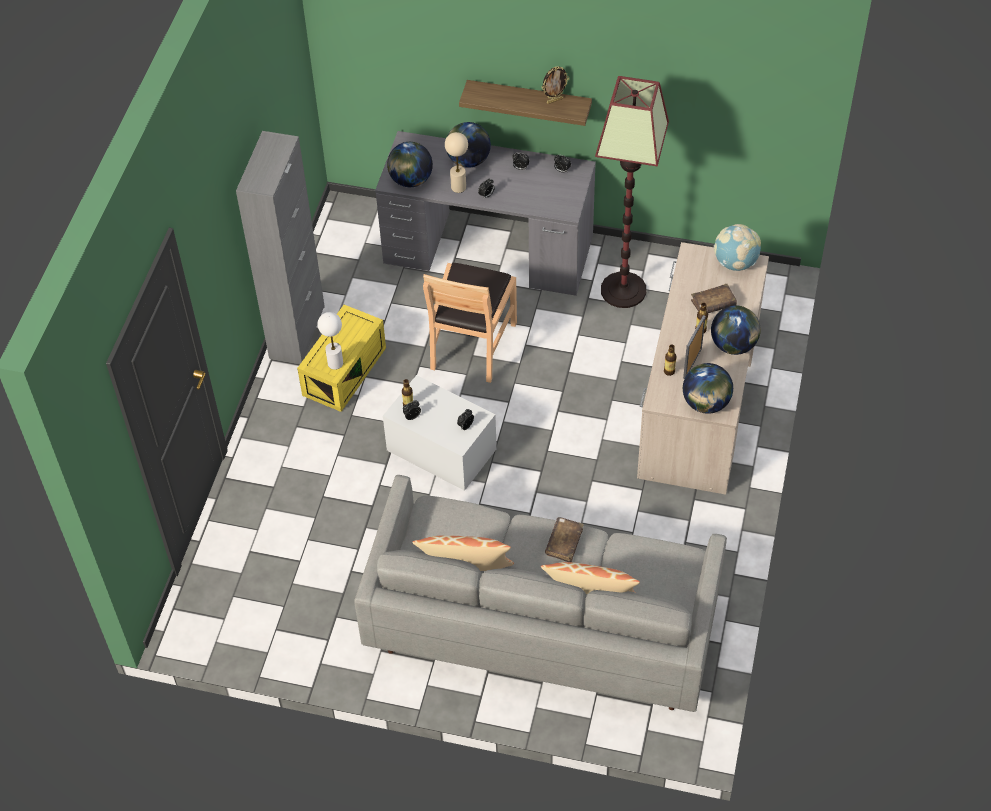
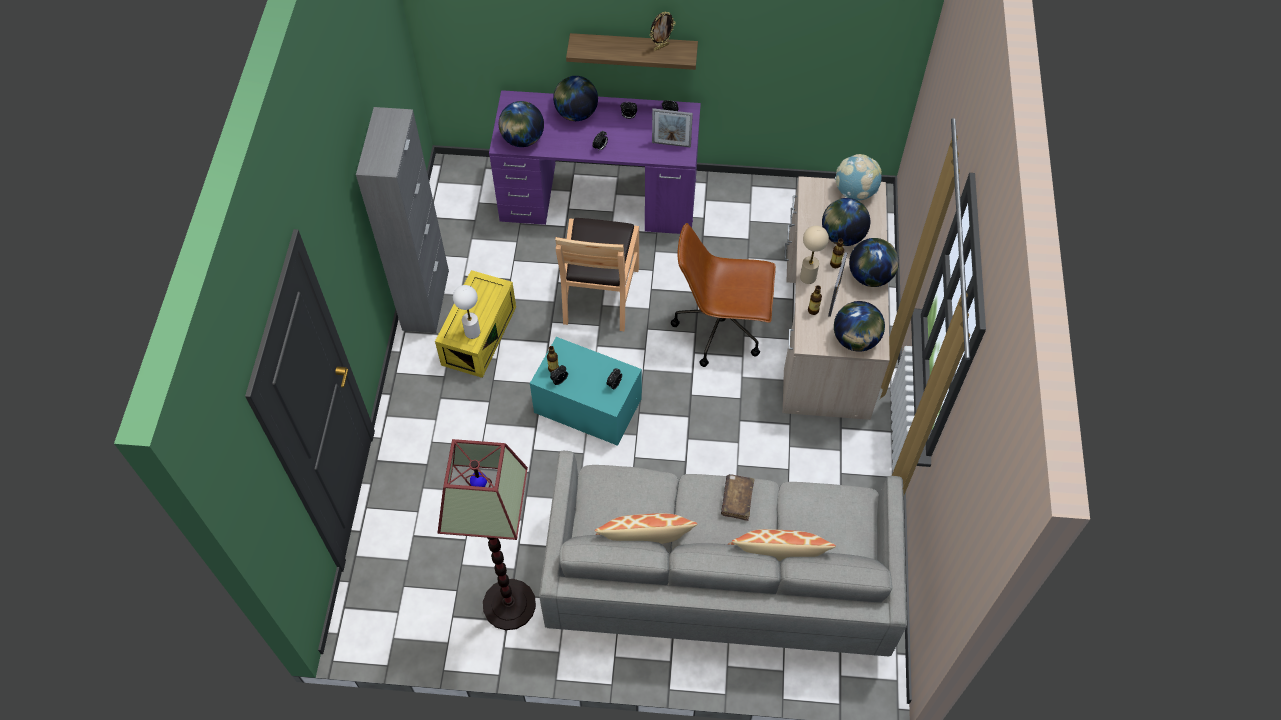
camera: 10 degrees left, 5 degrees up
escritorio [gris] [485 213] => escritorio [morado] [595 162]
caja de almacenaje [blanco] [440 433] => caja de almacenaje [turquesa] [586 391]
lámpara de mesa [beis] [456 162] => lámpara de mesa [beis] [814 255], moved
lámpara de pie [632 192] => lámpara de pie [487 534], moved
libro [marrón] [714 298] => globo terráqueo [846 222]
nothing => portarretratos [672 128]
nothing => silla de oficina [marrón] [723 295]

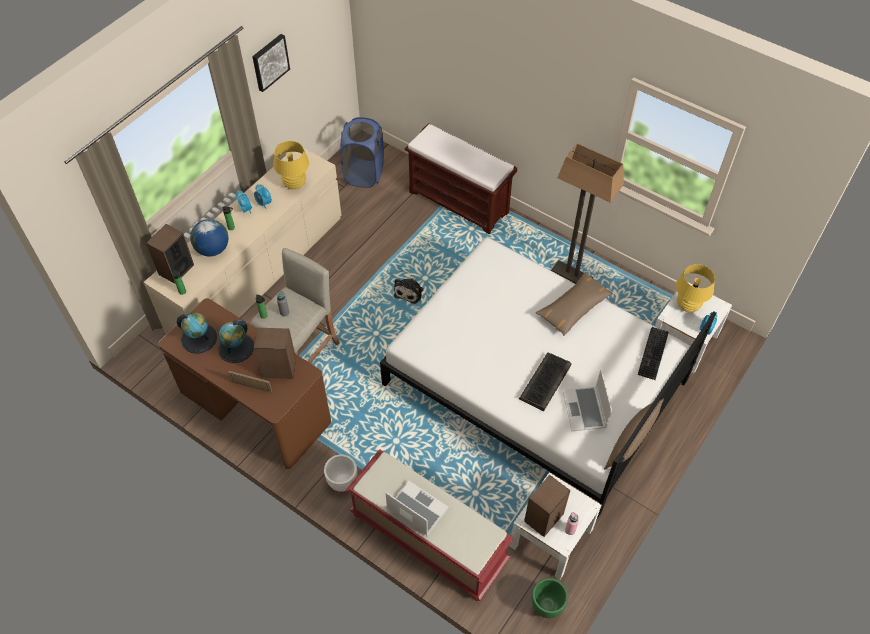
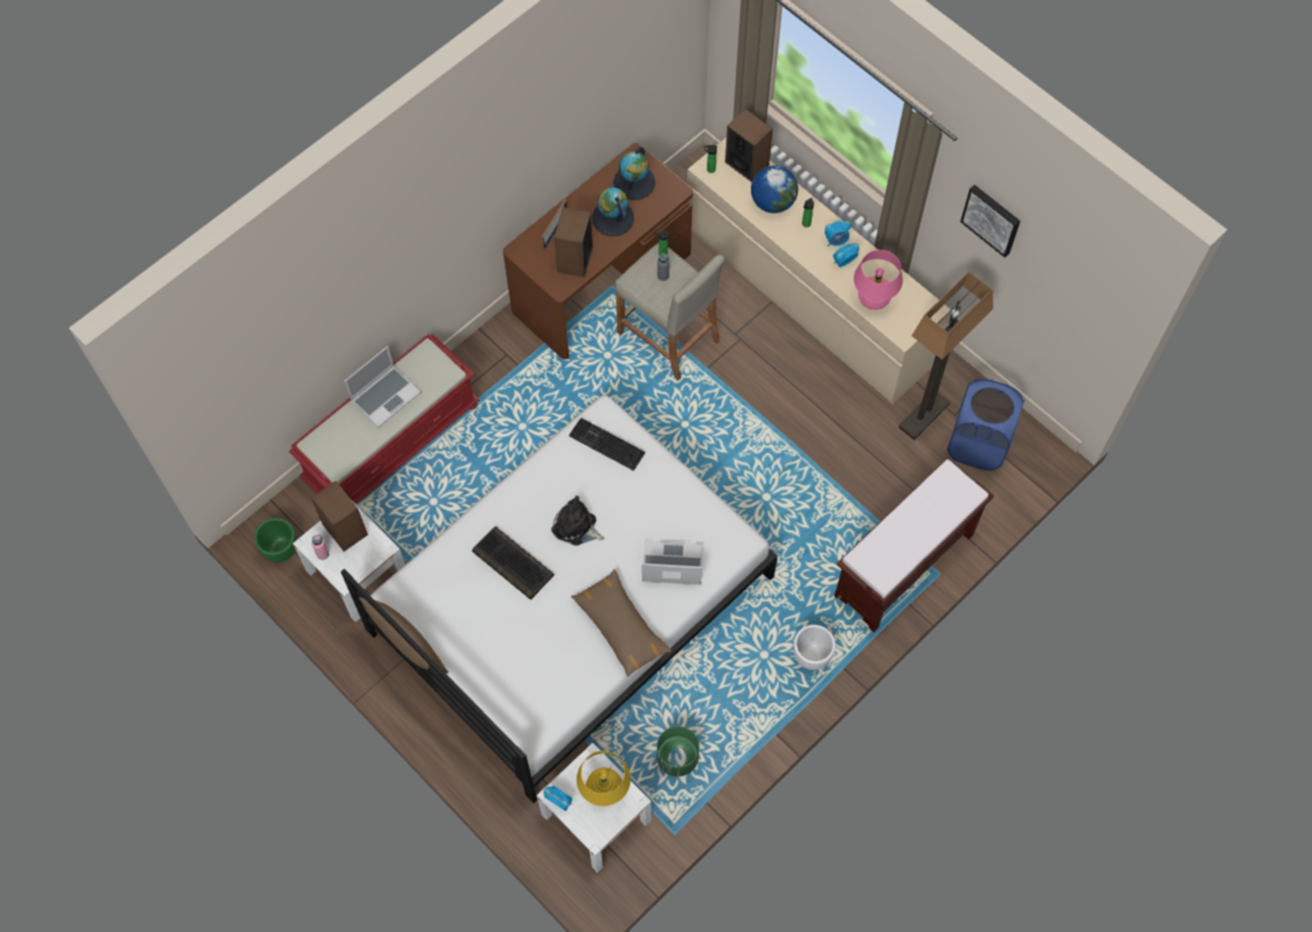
camera: 100 degrees right, 10 degrees up
lámpara de mesa [amarillo] [291 165] => lámpara de mesa [rosa] [878 280]
maceta [blanco] [340 473] => maceta [blanco] [814 647], moved
peluche [408 290] => peluche [578 521], moved
lámpara de pie [587 213] => lámpara de pie [945 356], moved
portátil [587 400] => portátil [672 562], moved
teclado [653 353] => teclado [607 444], moved
nothing => maceta [verde] [678 751]

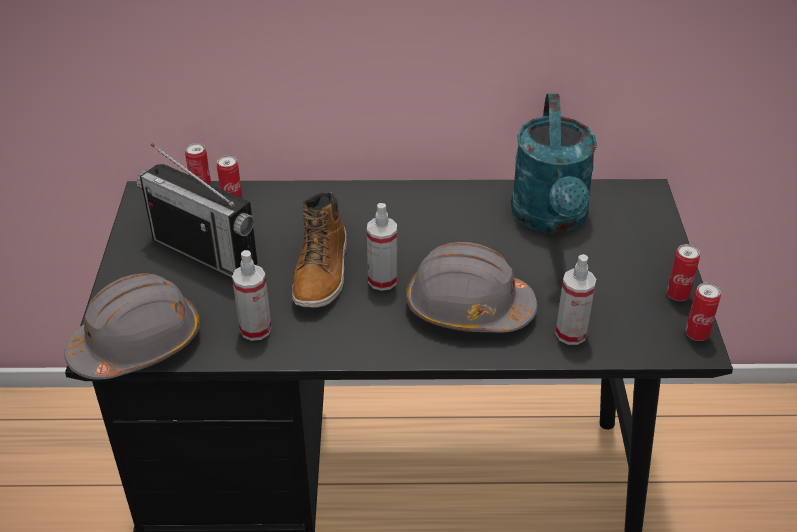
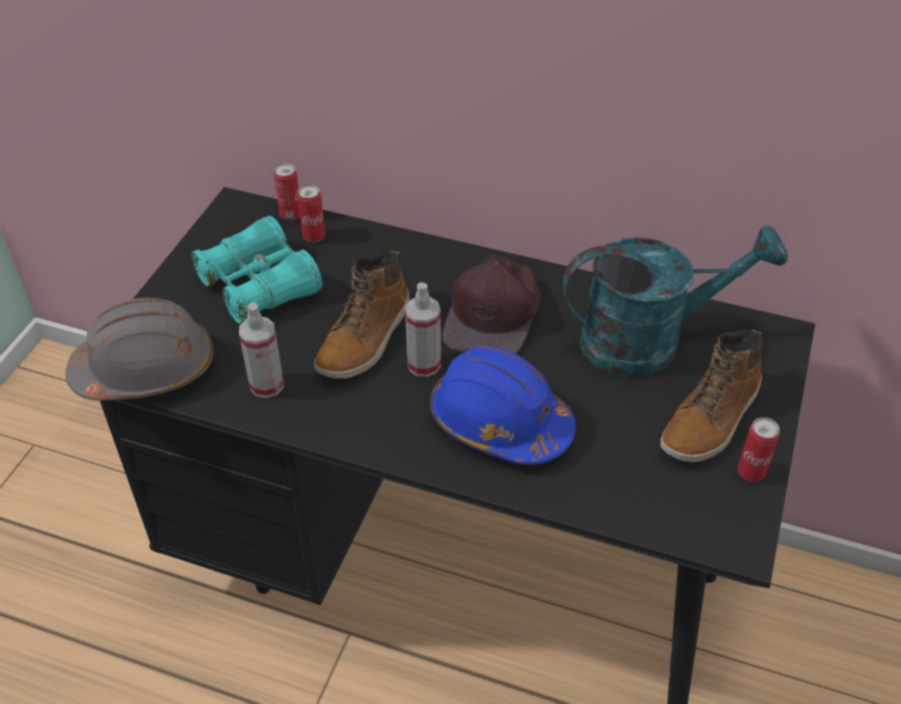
camera: 20 degrees right, 5 degrees up
radio [197 211] => prismáticos [turquesa] [256 270]
casco [gris] [472 287] => casco [azul] [503 405]
regadera [turquesa] [554 164] => regadera [turquesa] [675 301], 120 degrees counterclockwise
pulverizador [575 299] => nothing
lata [703 311] => nothing
nothing => gorra [marrón] [491 304]
nothing => bota [711 396]

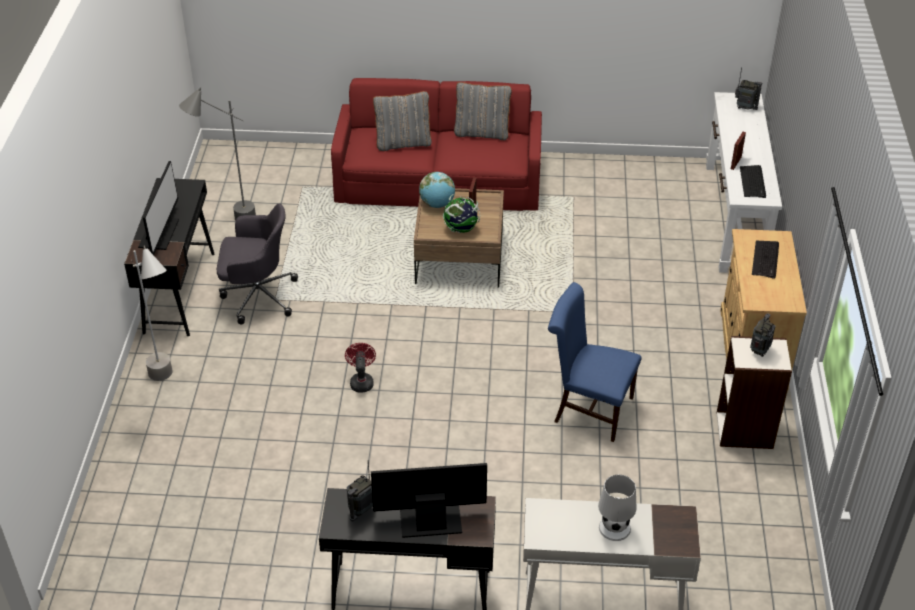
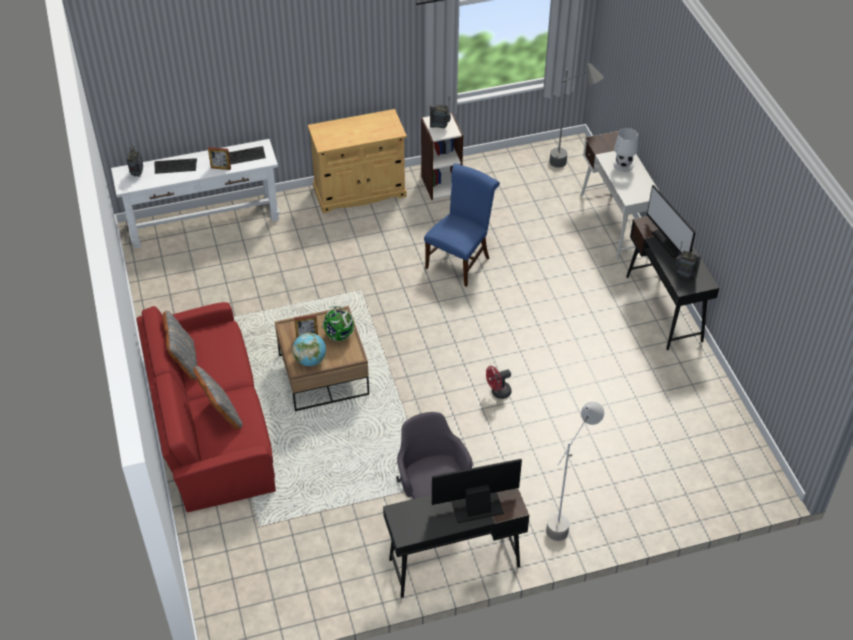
camera: 110 degrees left, 5 degrees up
lámpara de pie [gris] [217 154] => lámpara de pie [gris] [576 114], moved
silla [azul] [595 362] => silla [azul] [462 225], 150 degrees counterclockwise
teclado [765 260] => teclado [175 166], moved

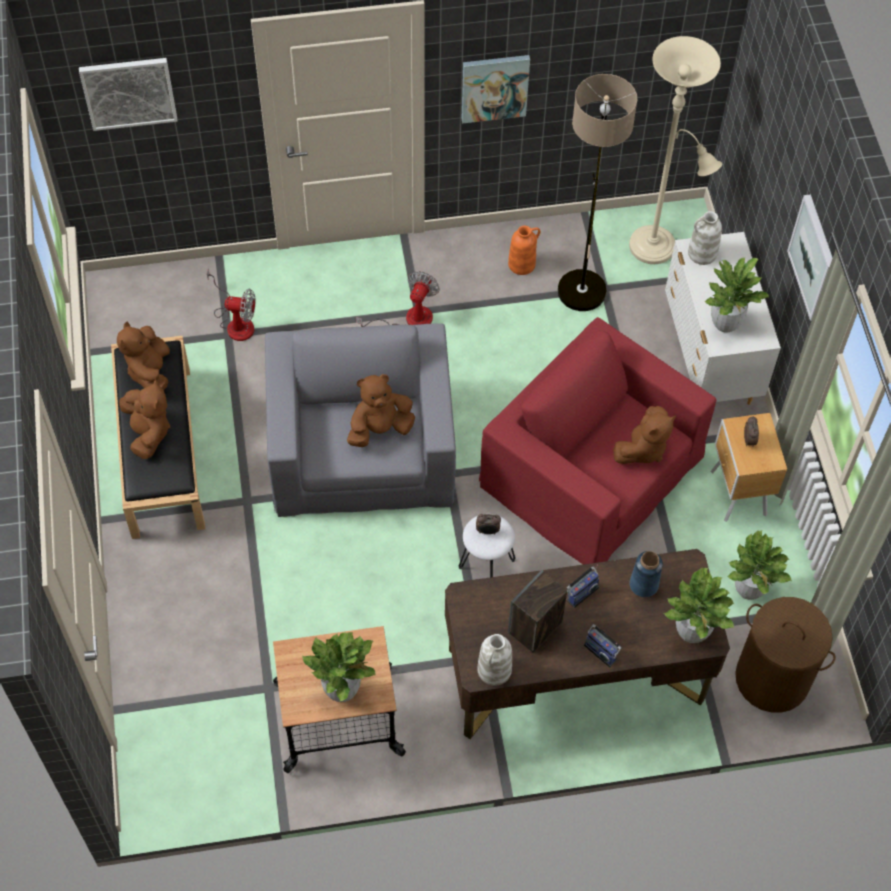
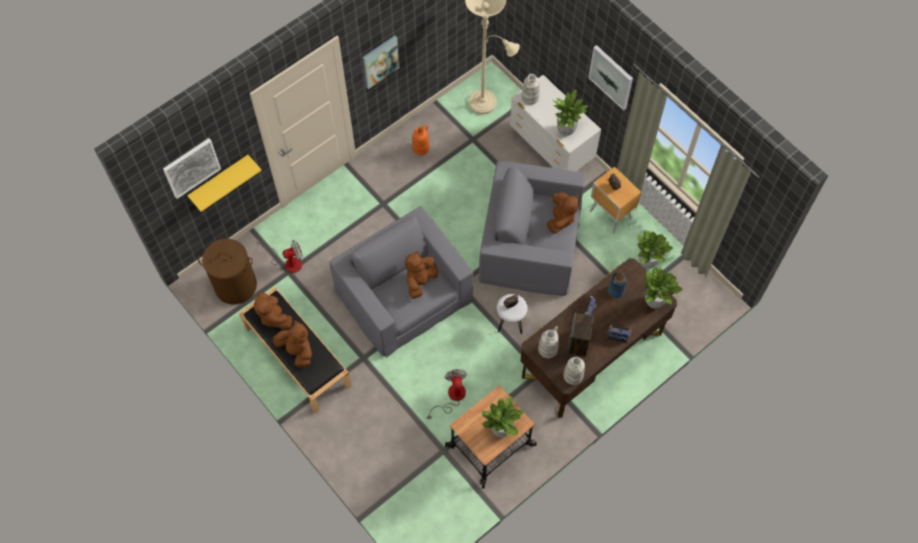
camera: 30 degrees left, 5 degrees up
ventilador [398 299] => ventilador [447 394], moved
sillón [rojo] [597 441] => sillón [gris] [532 228]
lámpara de pie [597 192] => nothing
cesto de la ropa [marrón] [785 655] => cesto de la ropa [marrón] [227 272], moved
nothing => estante [amarillo] [224 183]
nothing => florero [blanco] [548 342]

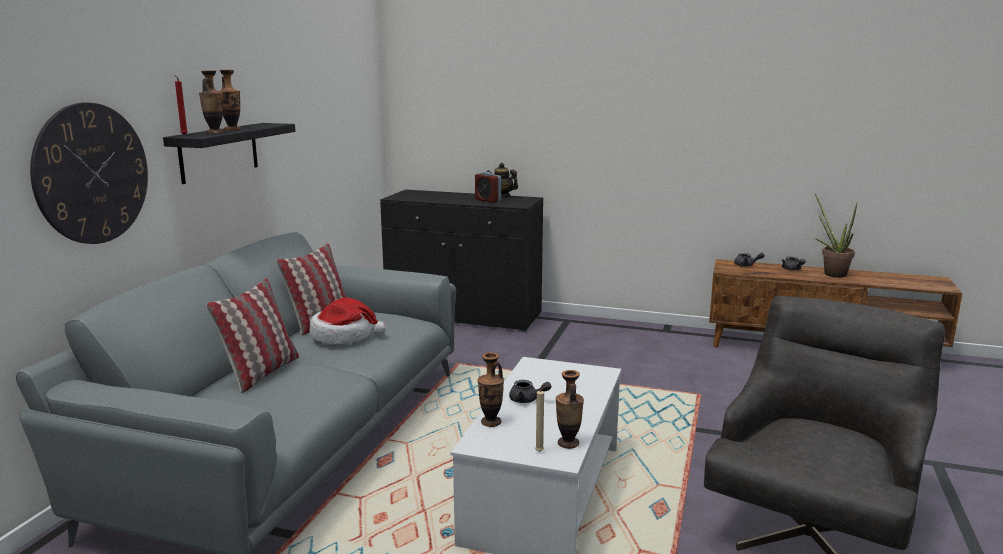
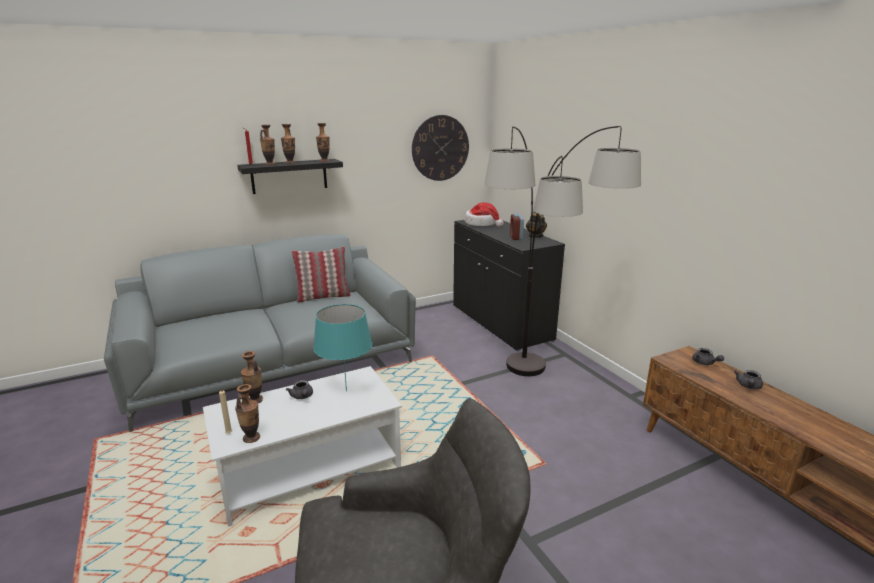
camera: 45 degrees right, 5 degrees up
reloj de pared [89 173] => reloj de pared [440 148], moved
cojín [252 335] => nothing
sombrero [347 321] => sombrero [484 214], moved
planta en maceta [836 235] => nothing
nothing => lámpara de mesa [turquesa] [342 347]
nothing => florero [323 142]
nothing => lámpara de pie [562 251]

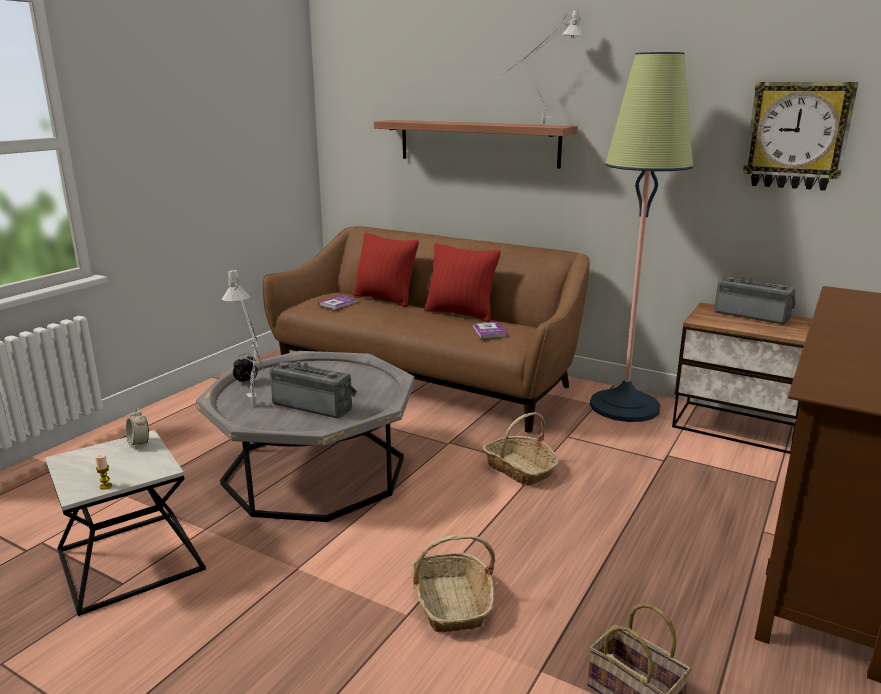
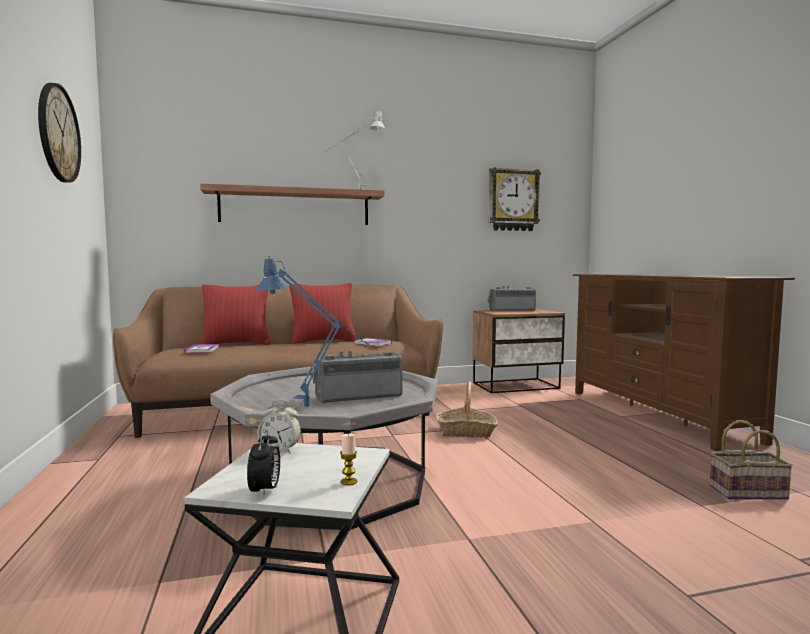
camera: 45 degrees left, 15 degrees down
lámpara de mesa [gris] [243 336] => lámpara de mesa [azul] [313 331]
despertador [245 368] => despertador [263 463], moved
cesta [453 583] => nothing
lámpara de pie [641 237] => nothing
nothing => reloj de pared [59 133]

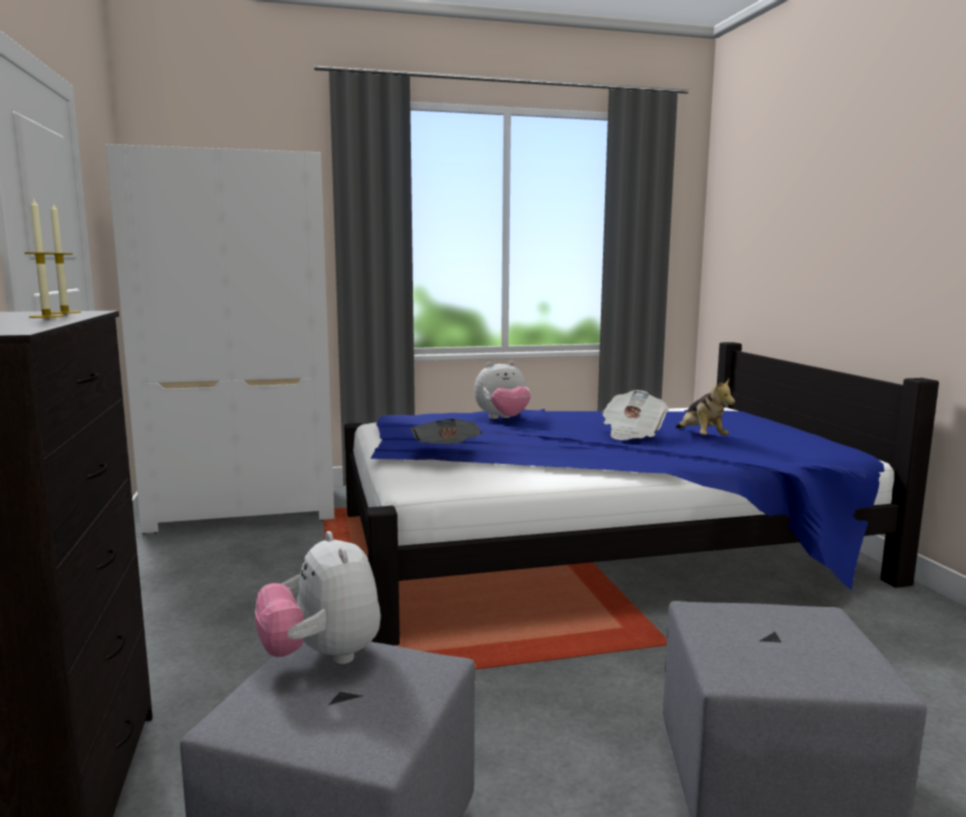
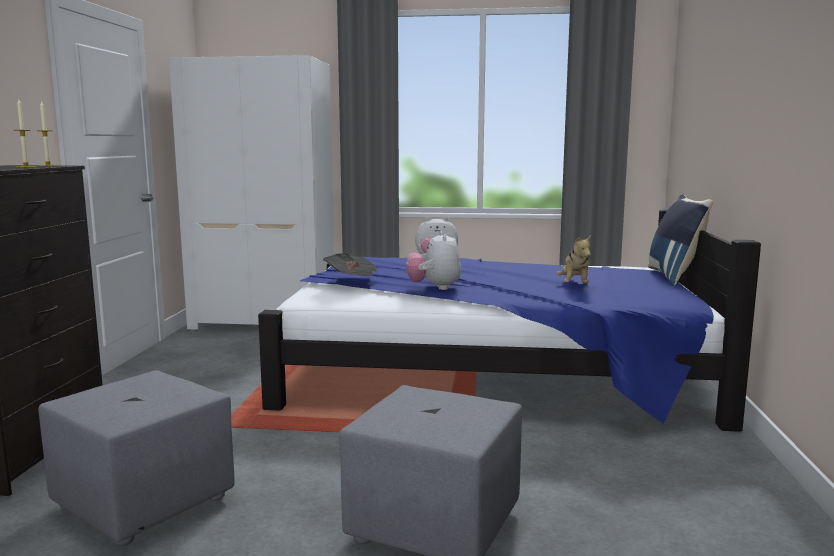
camera: 20 degrees right, 0 degrees up
peluche [318 597] => peluche [433 261], moved
periódico [635 415] => nothing
nothing => cojín [azul] [680 239]

